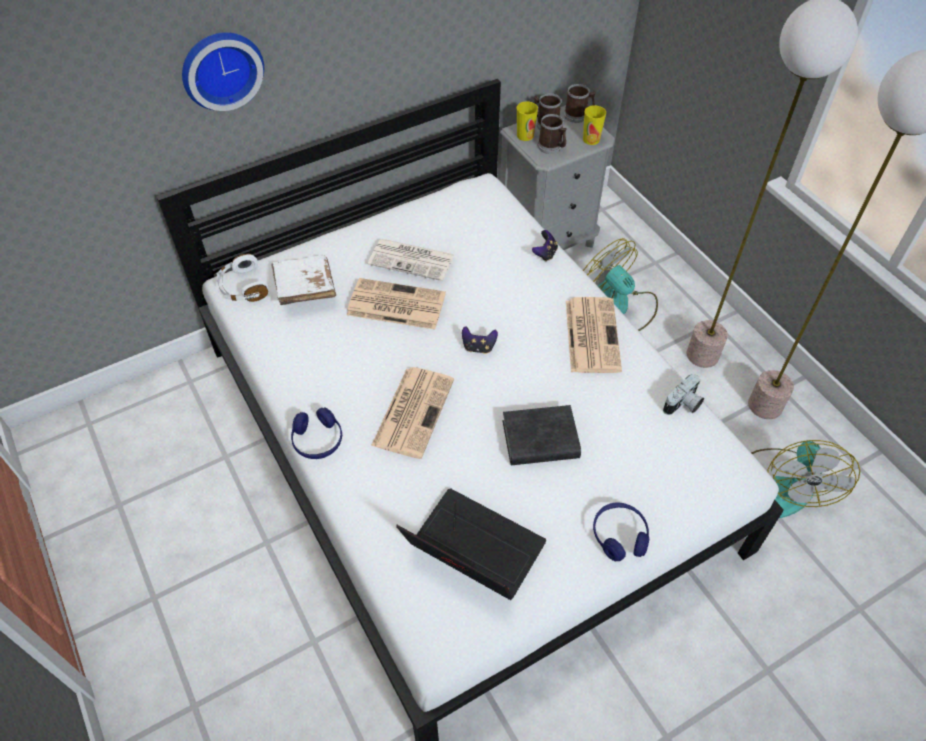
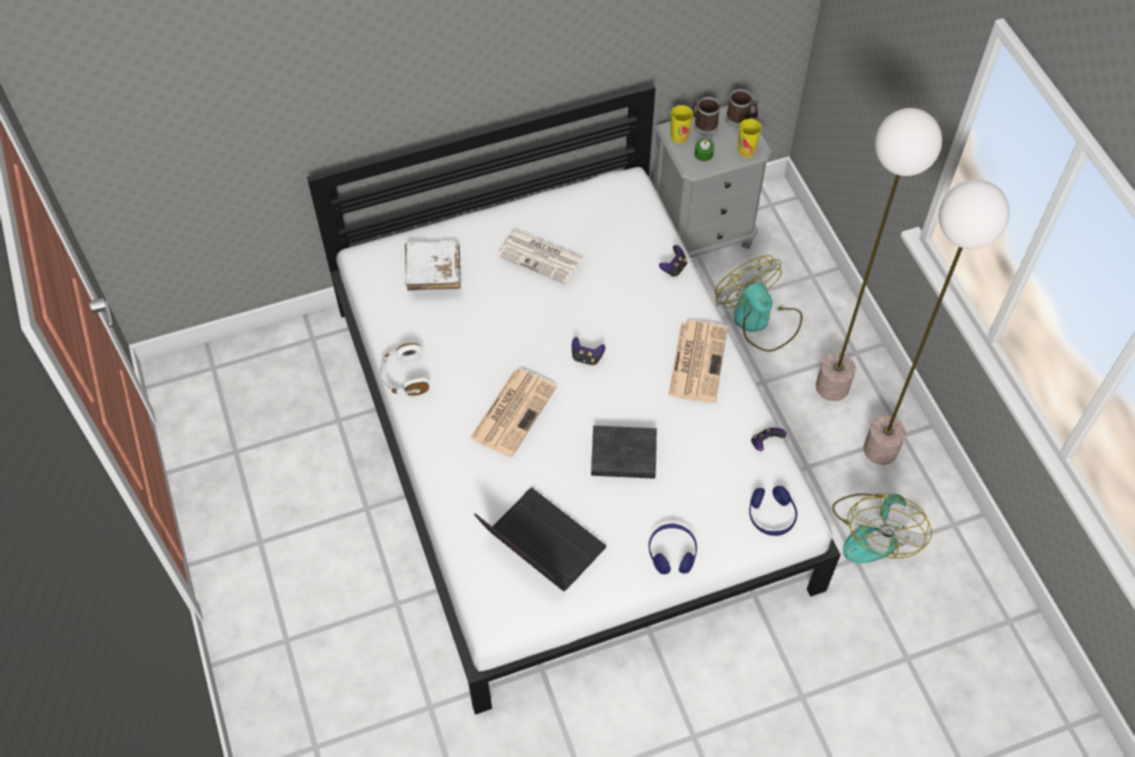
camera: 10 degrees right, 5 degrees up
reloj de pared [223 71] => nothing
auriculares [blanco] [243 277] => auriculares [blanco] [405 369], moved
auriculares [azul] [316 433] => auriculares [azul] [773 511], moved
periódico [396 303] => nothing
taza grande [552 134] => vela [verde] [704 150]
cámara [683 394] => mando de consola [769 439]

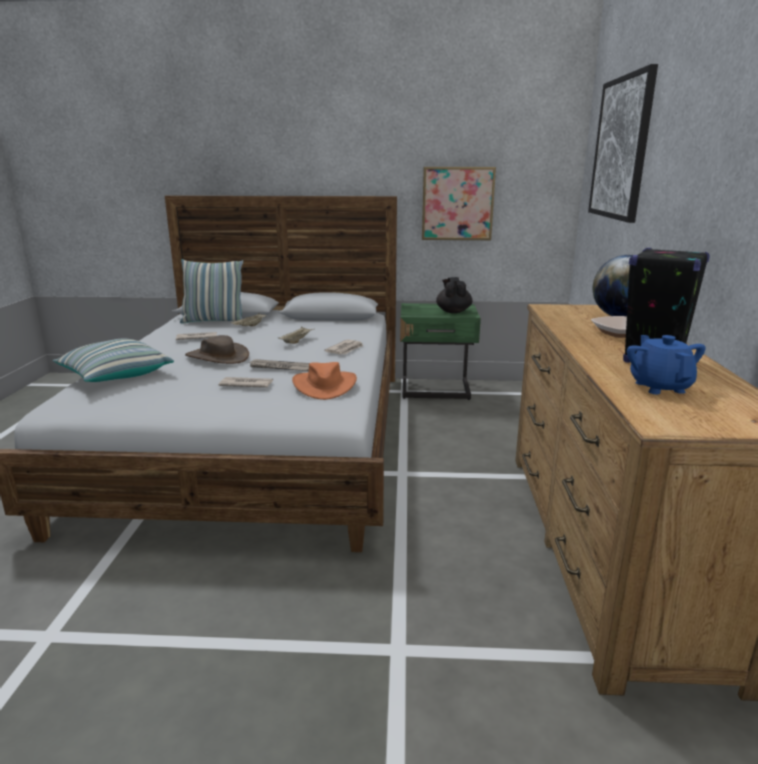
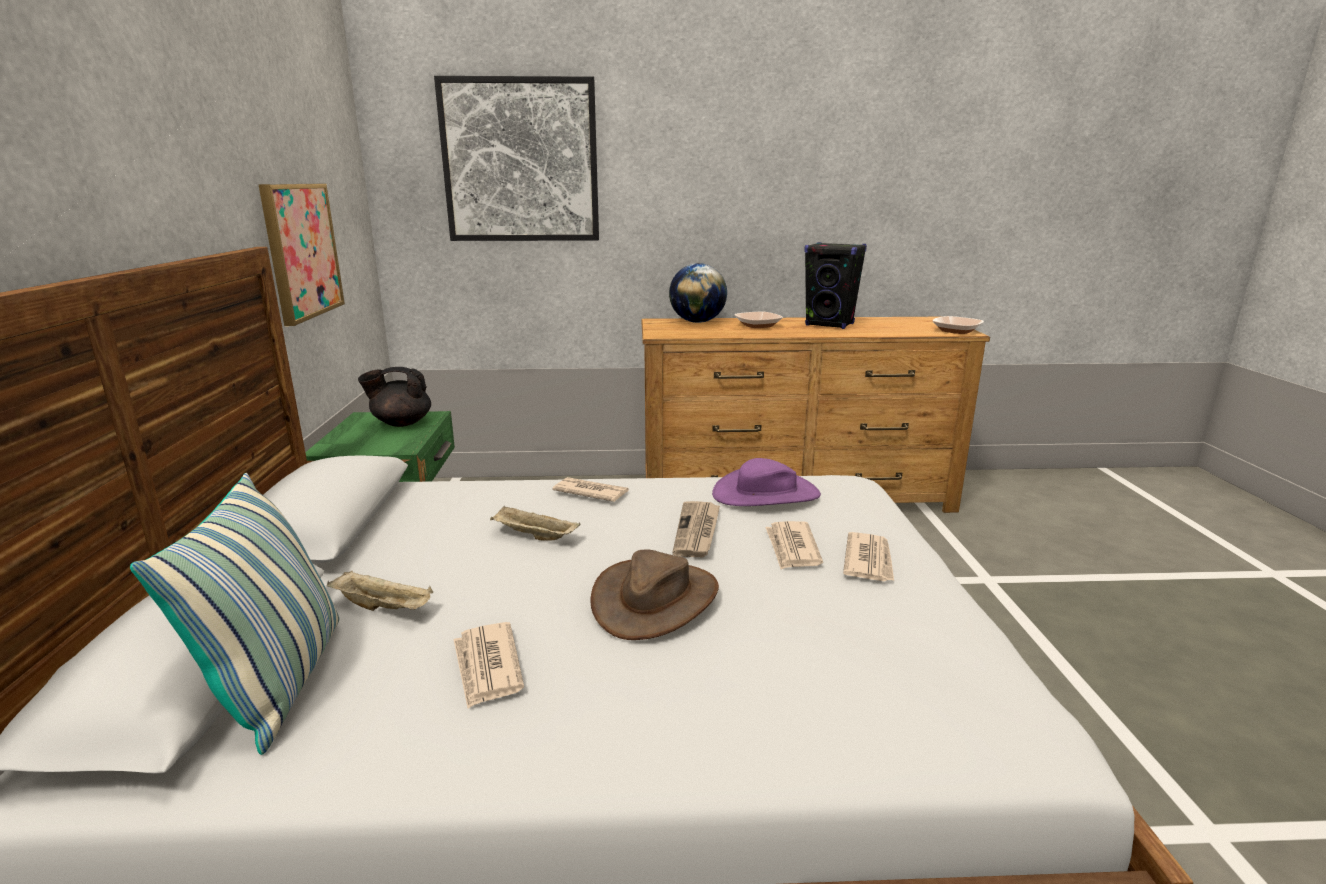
camera: 95 degrees left, 0 degrees up
cojín [113 360] => nothing
sombrero [naranja] [324 381] => sombrero [morado] [766 482]
tetera [azul] [666 364] => nothing
nothing => periódico [868 556]
nothing => cuenco [958 325]

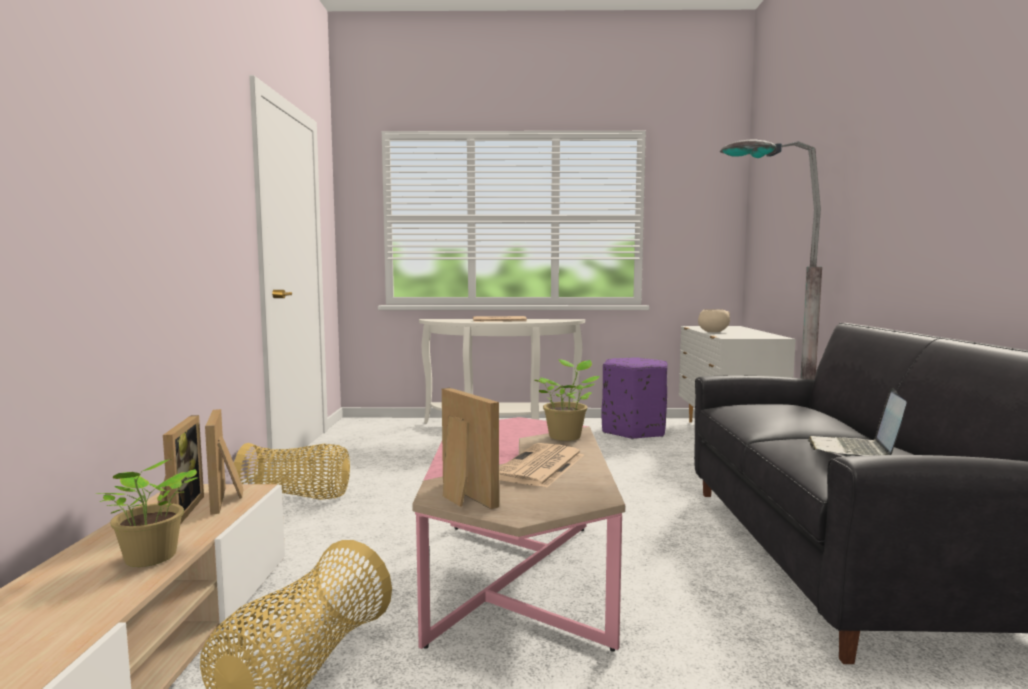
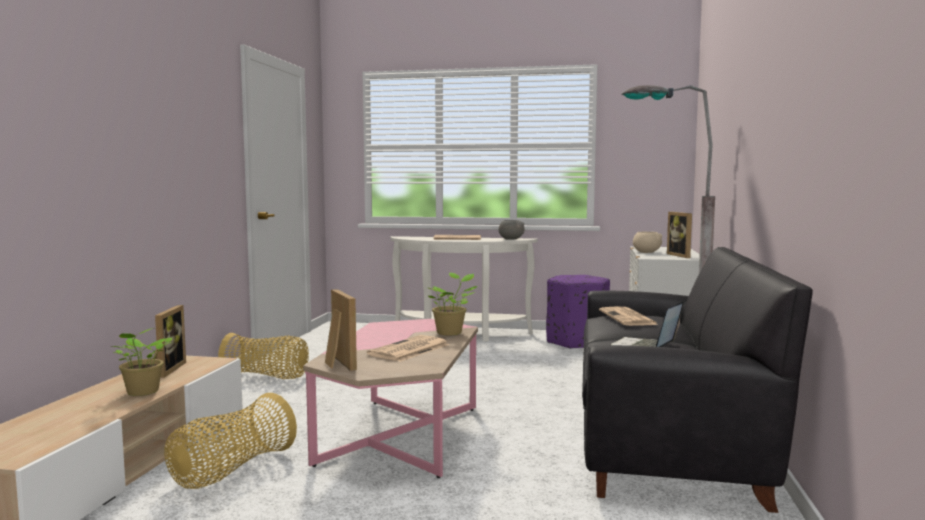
camera: 10 degrees right, 0 degrees up
portarretratos [224 462] => portarretratos [679 235], moved
nothing => cuenco [gris] [512 230]
nothing => periódico [629 316]

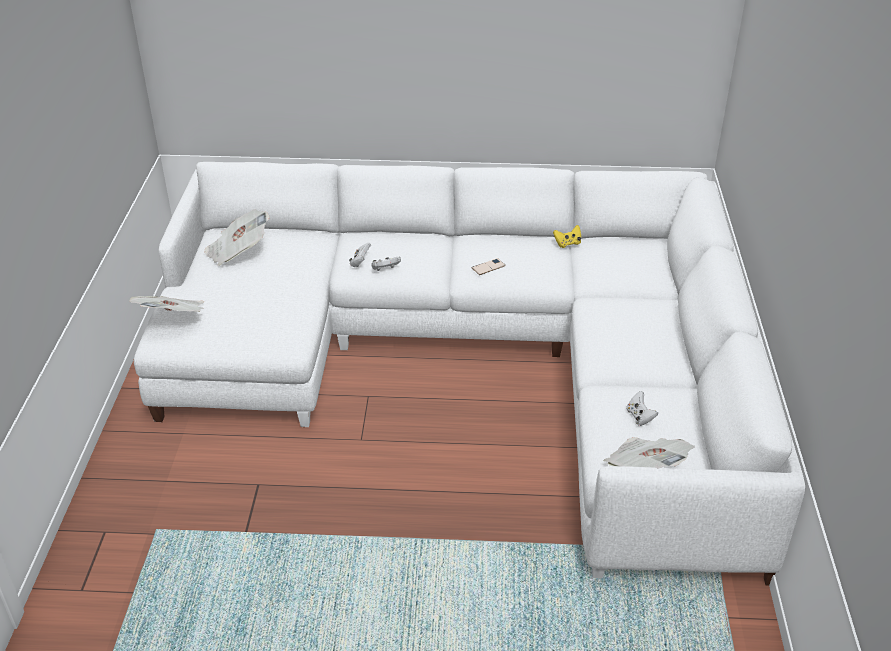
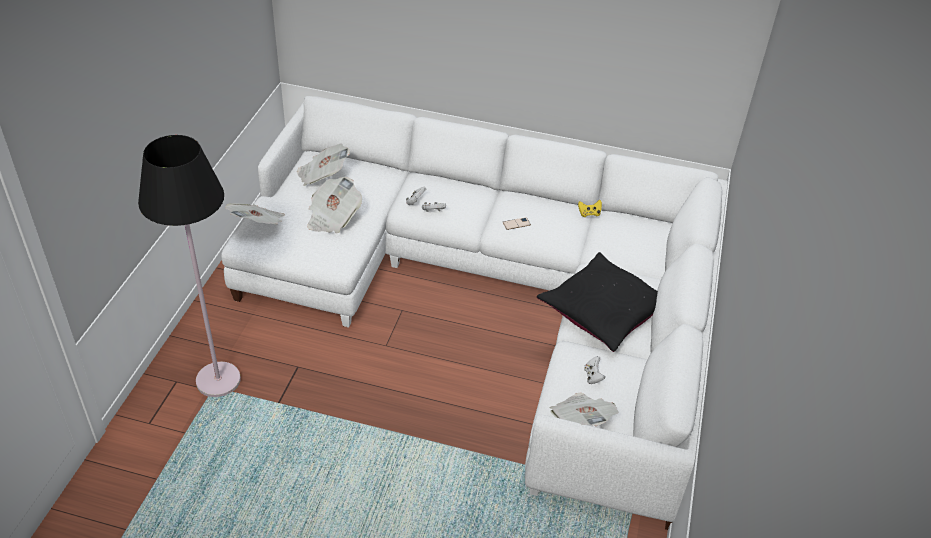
camera: 10 degrees right, 5 degrees up
nothing => lámpara de pie [negro] [189 266]
nothing => periódico [334 205]
nothing => cojín [negro] [597 302]

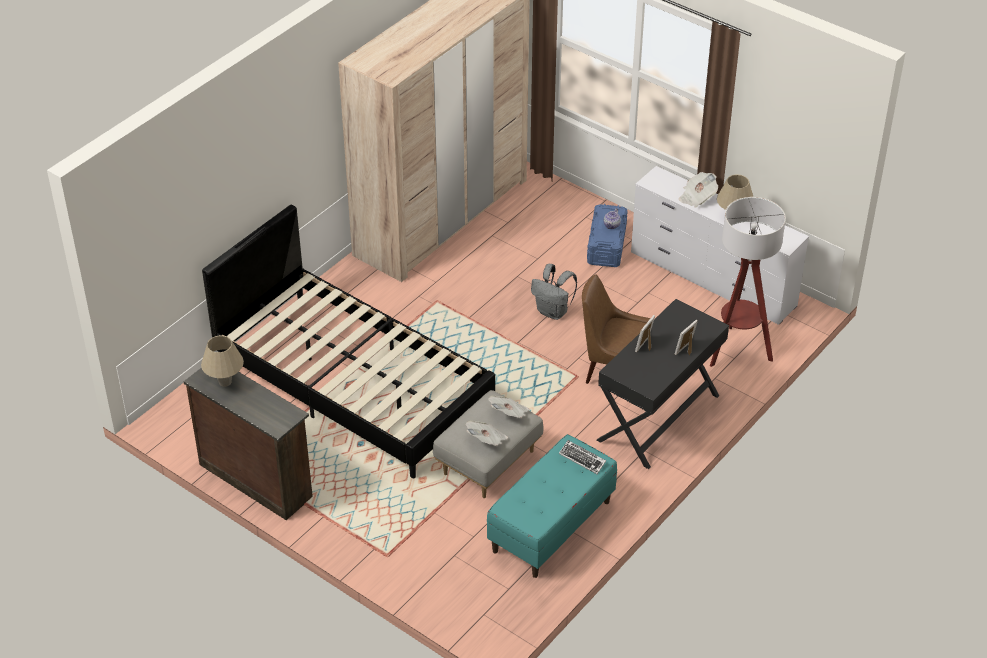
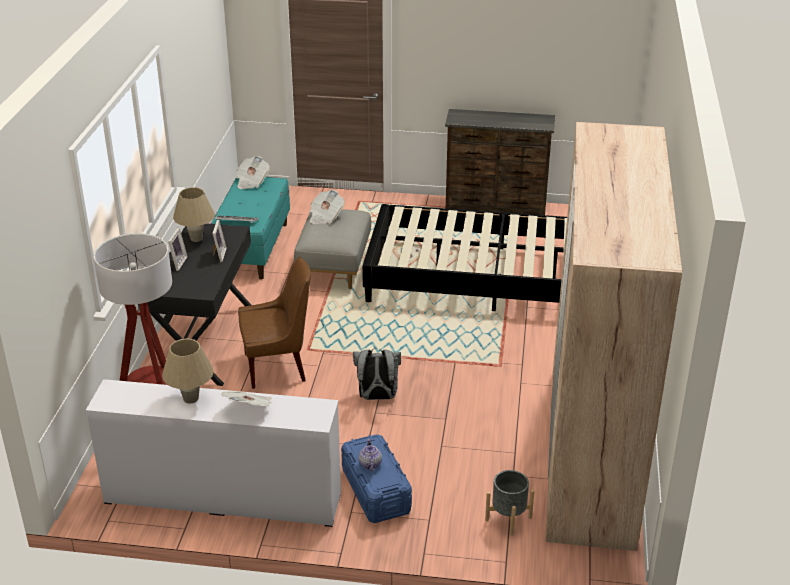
camera: 150 degrees right, 10 degrees down
lámpara de mesa [beis] [222 361] => lámpara de mesa [beis] [194 214], moved
periódico [509 407] => periódico [253 172], moved
nothing => maceta [gris] [509 503]

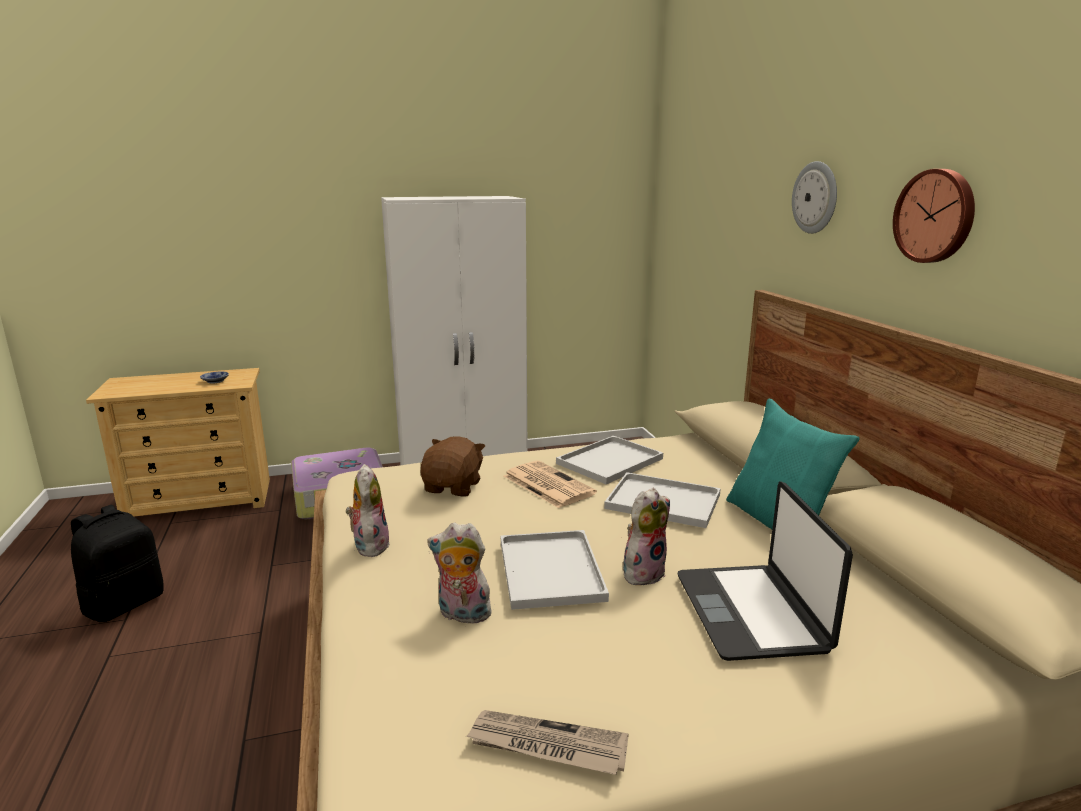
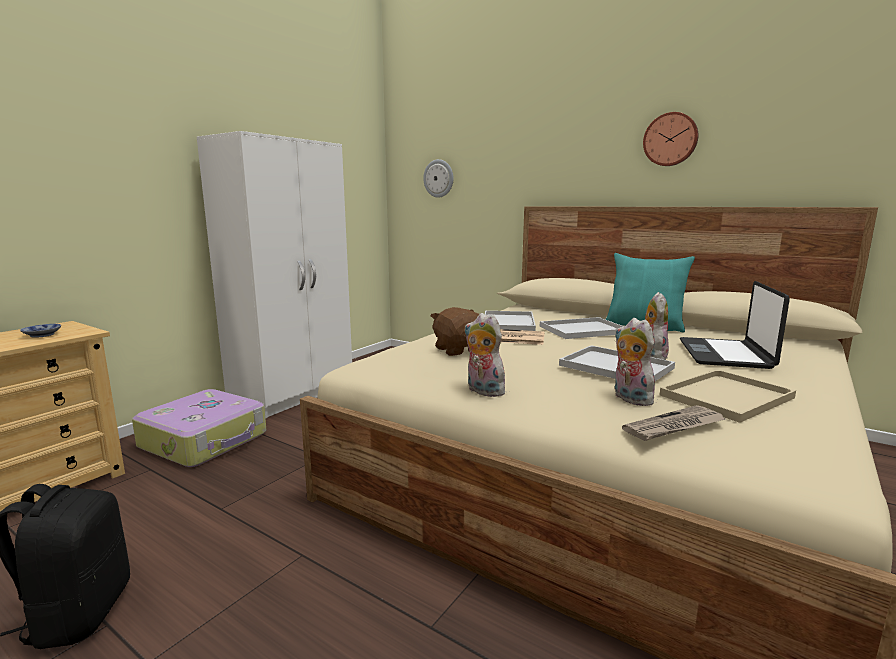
camera: 40 degrees left, 5 degrees down
peluche [461 573] => peluche [635 362], 90 degrees clockwise
periódico [547 742] => periódico [673 423], moved
portátil [765 571] => portátil [735 325], 60 degrees clockwise
reloj de pared [814 197] => reloj de pared [438 178], moved
nothing => bandeja [beis] [728 396]

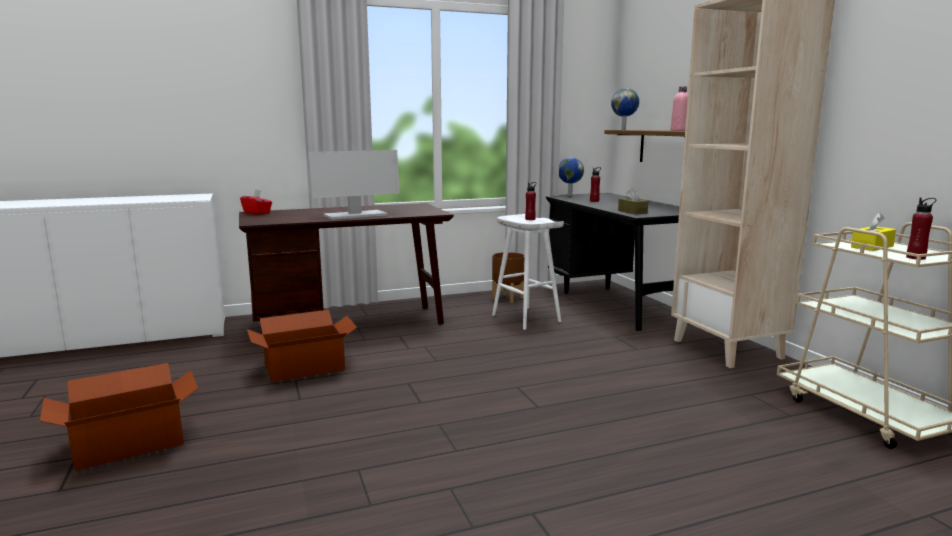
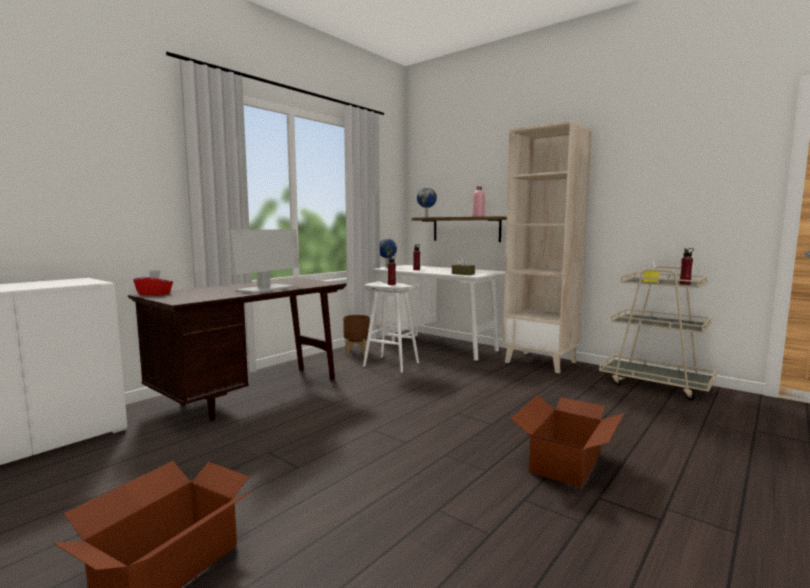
camera: 30 degrees left, 5 degrees down
caja de cartón [302 346] => caja de cartón [568 441], moved
escritorio [negro] [617 262] => escritorio [blanco] [438 312]

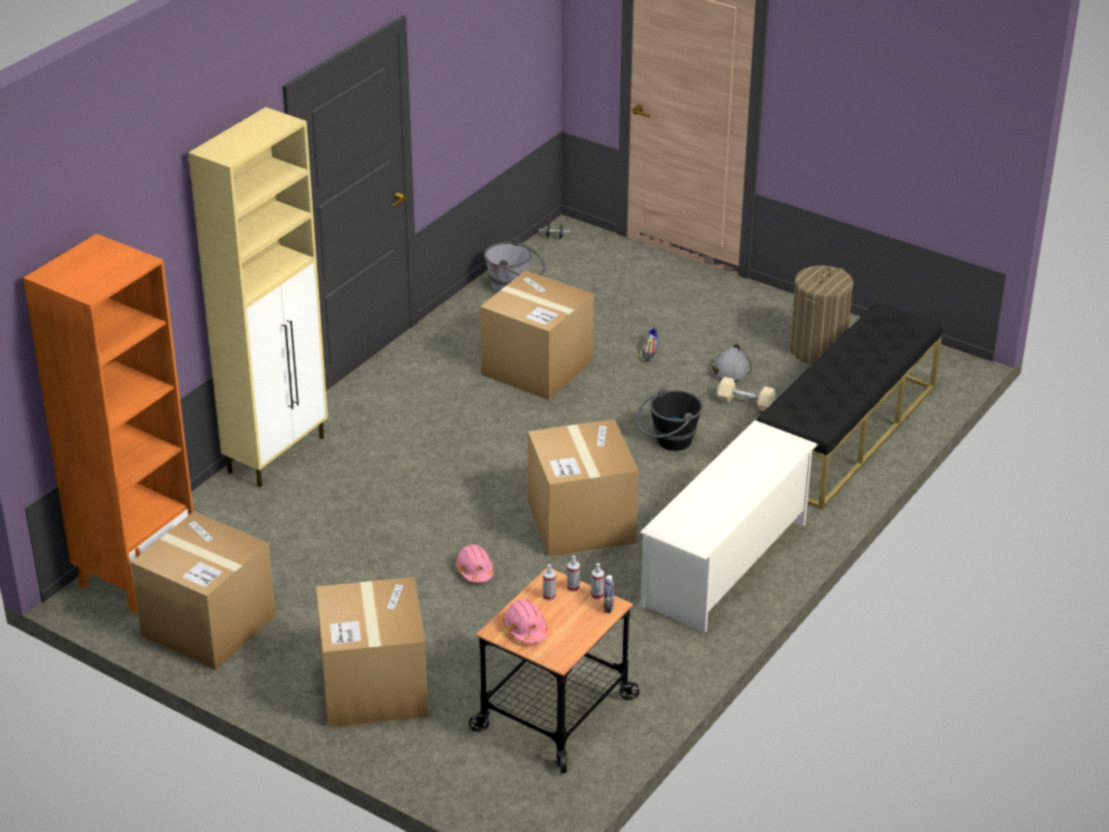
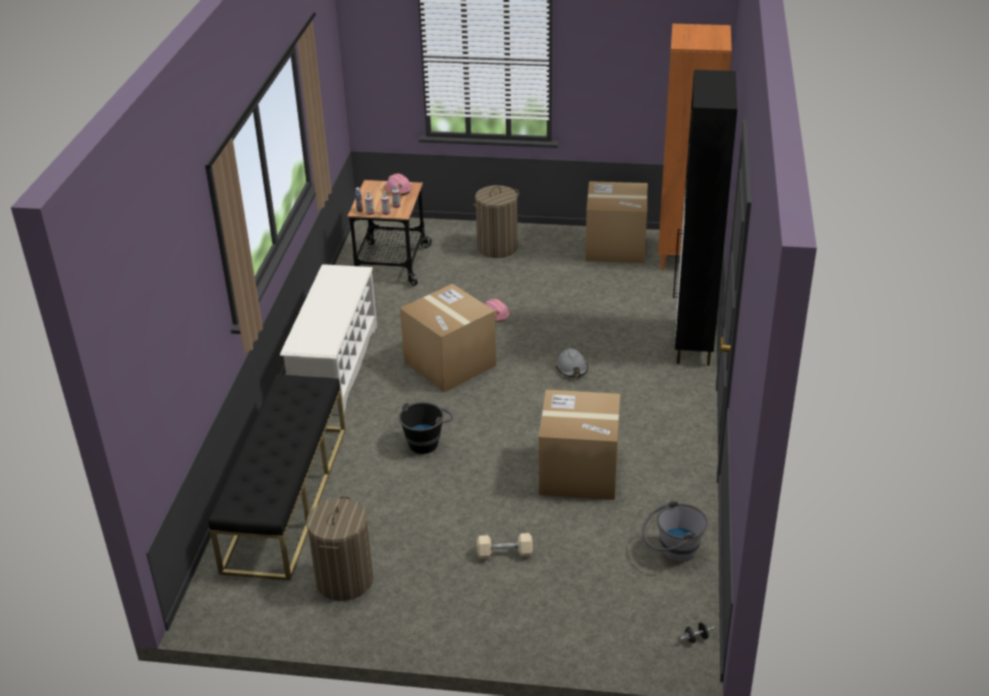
camera: 155 degrees right, 0 degrees up
armario [beis] [258 297] => armario [negro] [705 218]
caja de cartón [372 652] => cesto de la ropa [496 221]
zapato [648 344] => nothing
casco [gris] [731 363] => casco [gris] [572 362], moved
mancuerna [beis] [746 394] => mancuerna [beis] [505 546], moved

